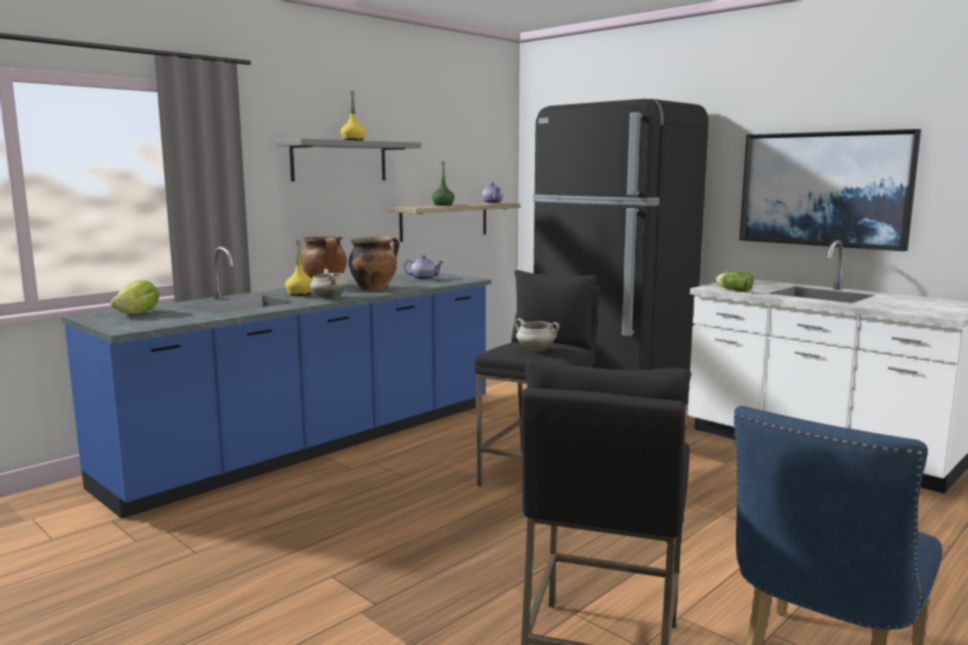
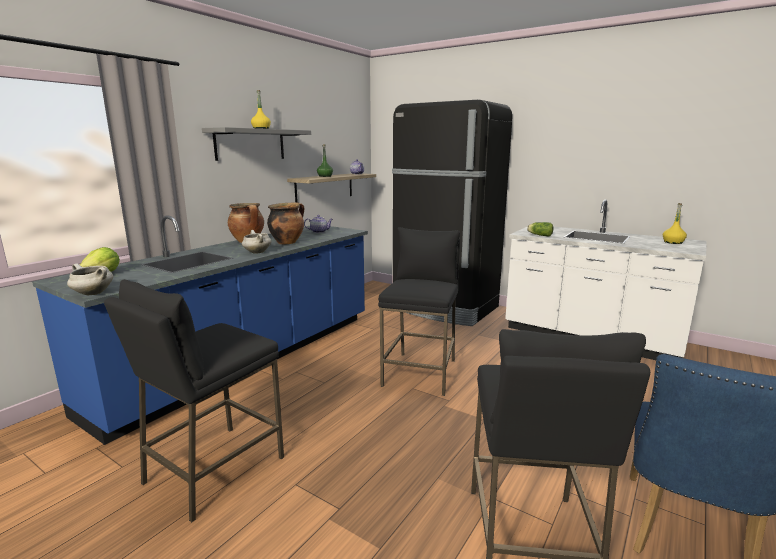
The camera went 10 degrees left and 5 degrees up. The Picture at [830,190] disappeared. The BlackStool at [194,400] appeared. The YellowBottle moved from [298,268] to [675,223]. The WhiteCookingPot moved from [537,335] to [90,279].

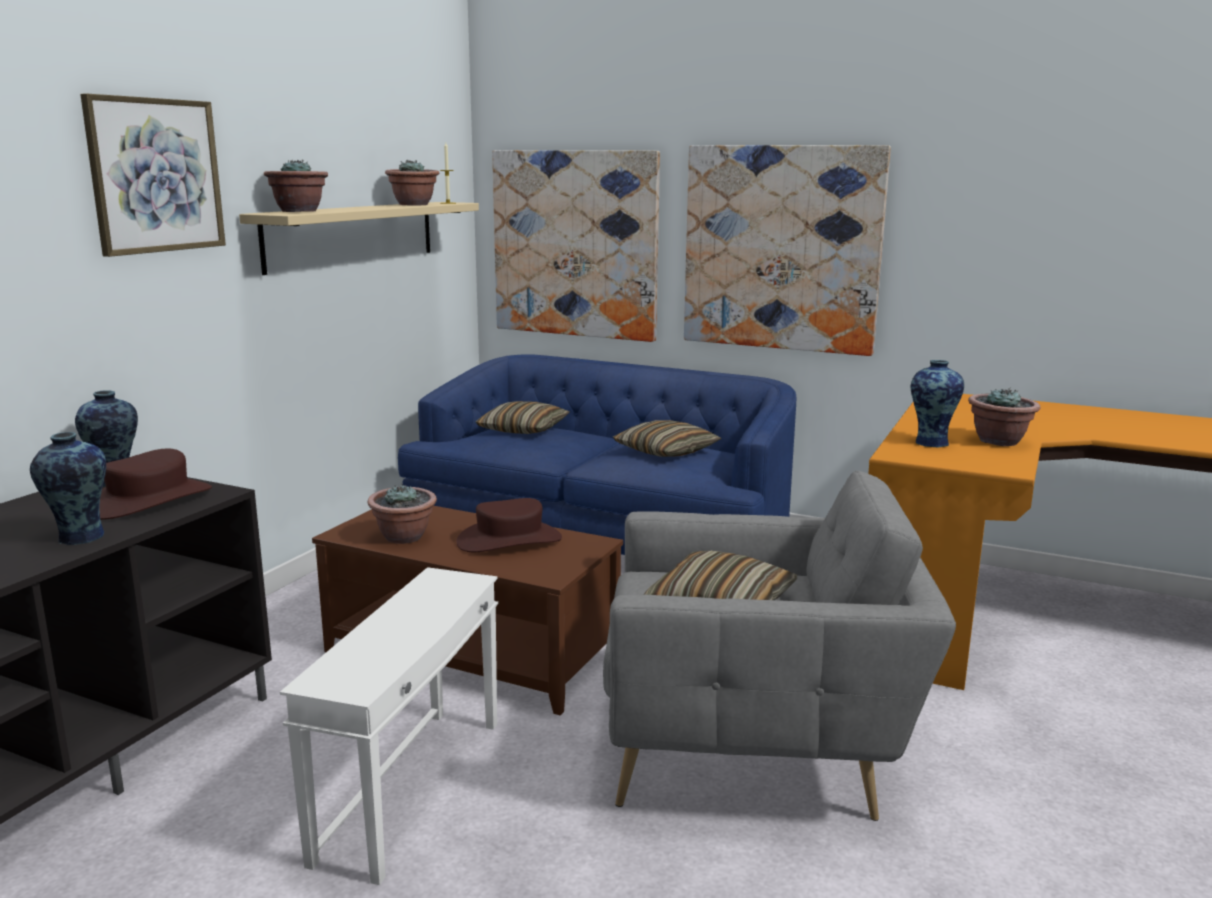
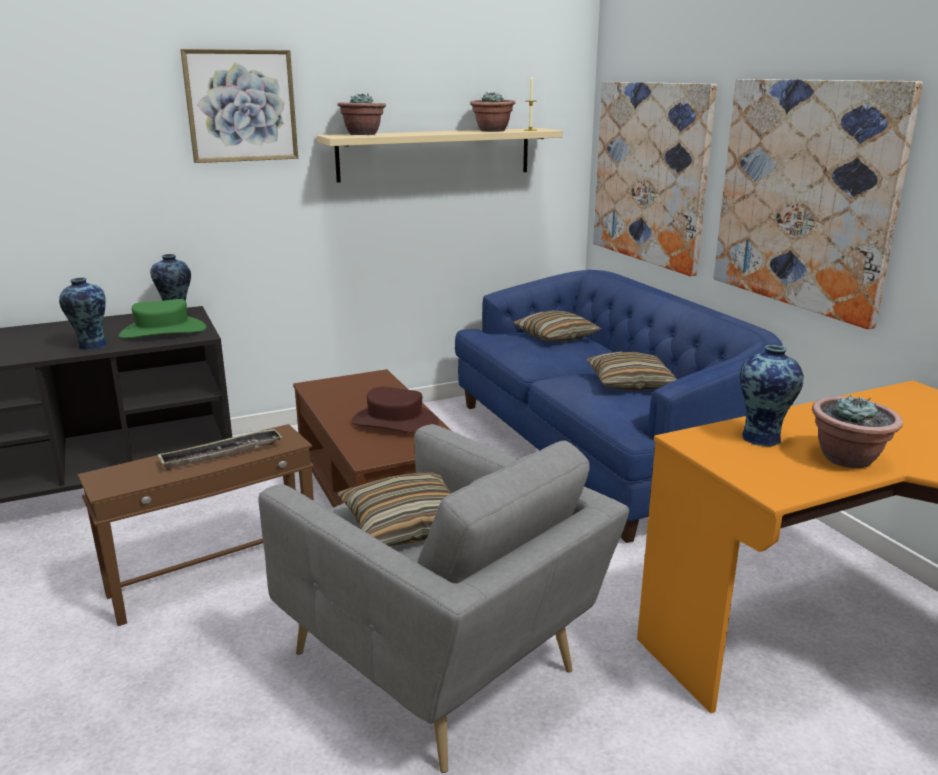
The camera went 40 degrees right and 5 degrees up. The PottedPlant at [402,514] disappeared. The Tray at [219,449] appeared. The BrownHat at [155,484] became the GreenHat at [162,319]. The WhiteSideTable at [389,726] became the BrownSideTable at [196,525].

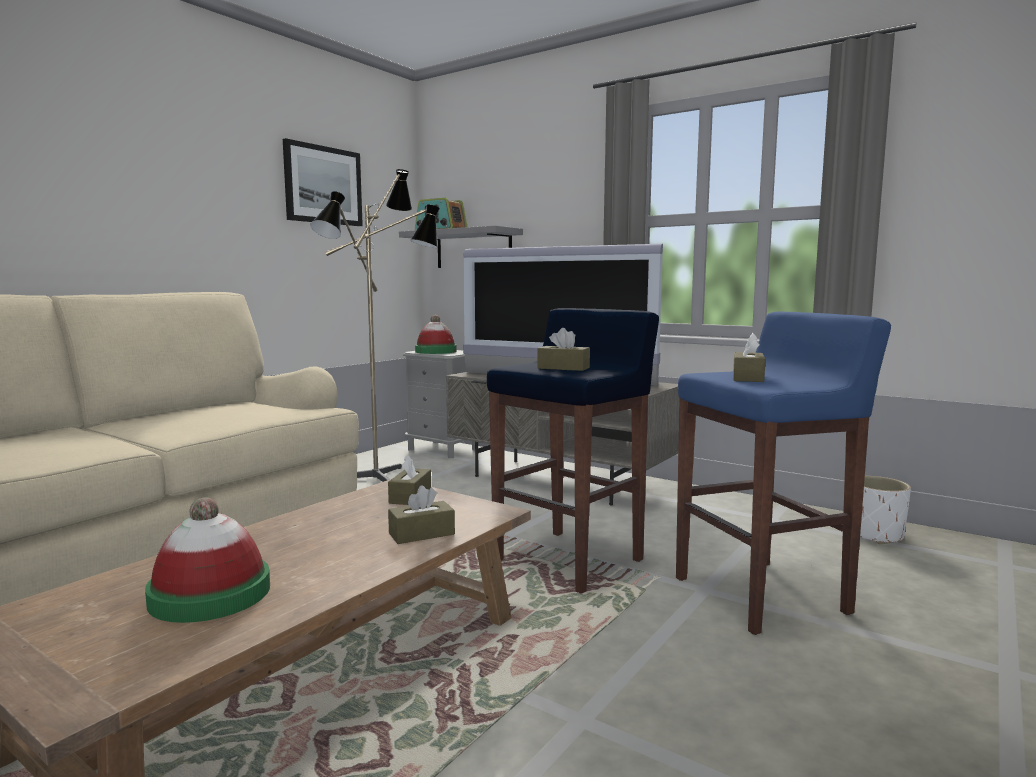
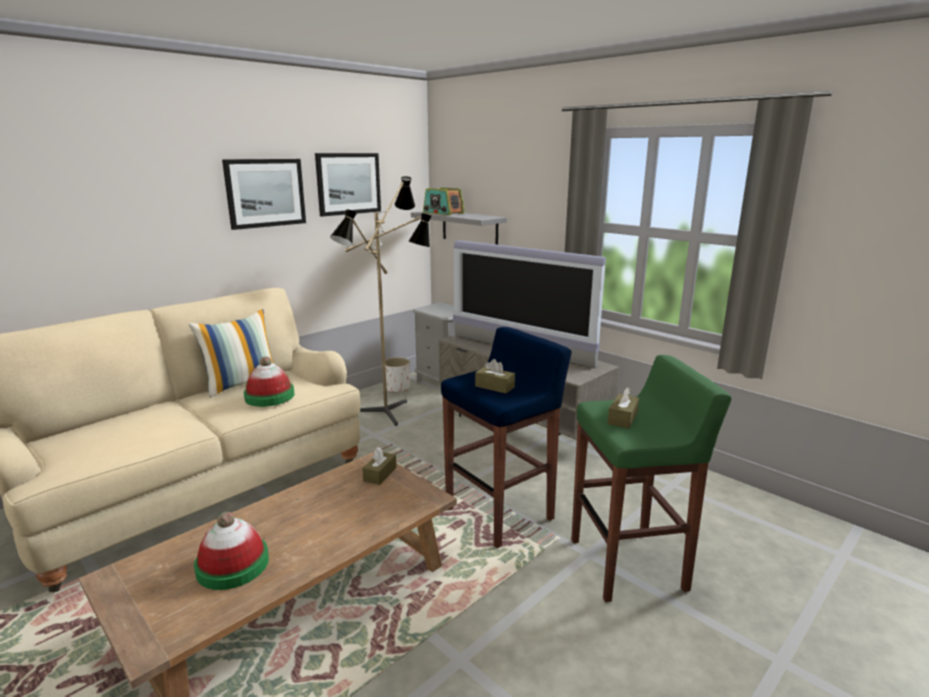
The camera went 10 degrees right and 10 degrees up. The BrownTissueBox at [421,514] disappeared. The Pillow at [231,353] appeared. The Picture at [264,194] appeared. The Hat moved from [436,334] to [269,381]. The WhitePlanter moved from [885,510] to [397,375]. The BlueStool at [783,473] became the GreenStool at [651,478].

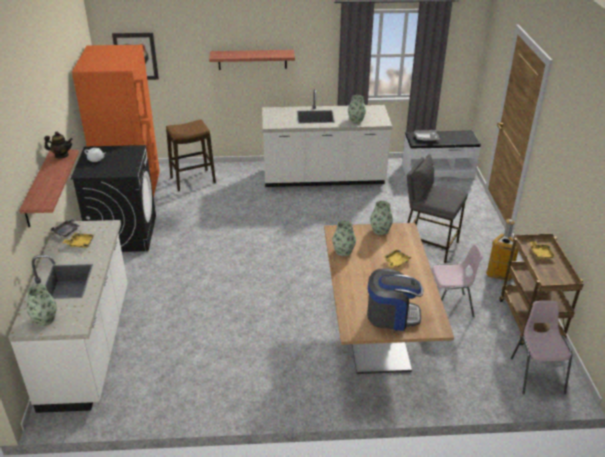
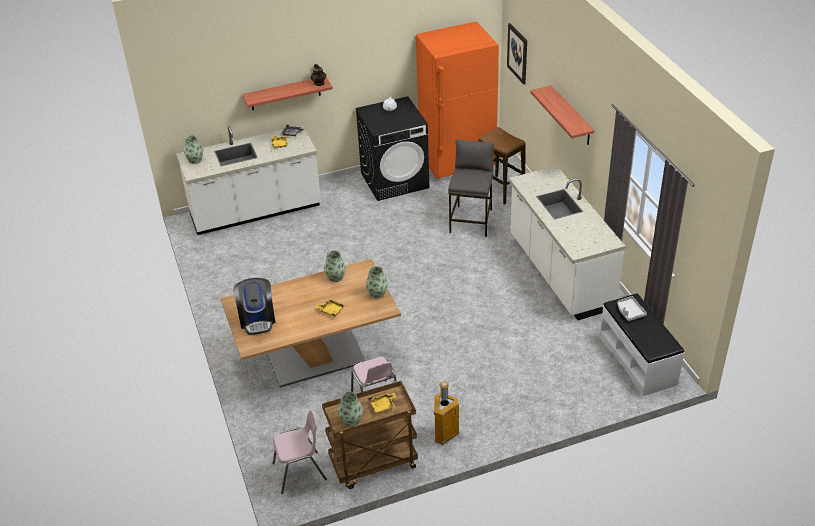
The camera went 75 degrees right and 5 degrees up. The Vase moved from [357,109] to [350,409]. The GreyStool moved from [437,208] to [471,188].

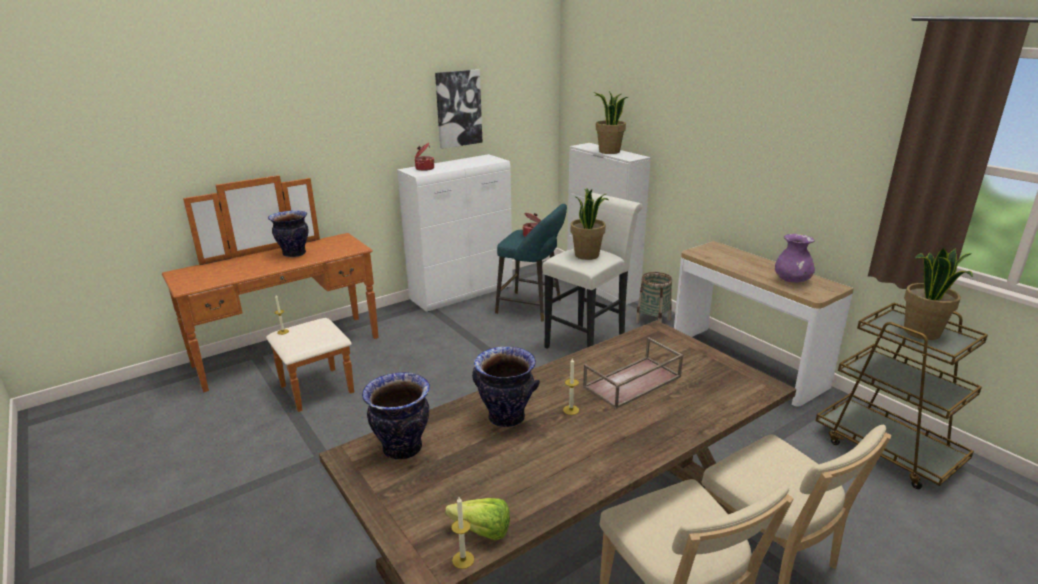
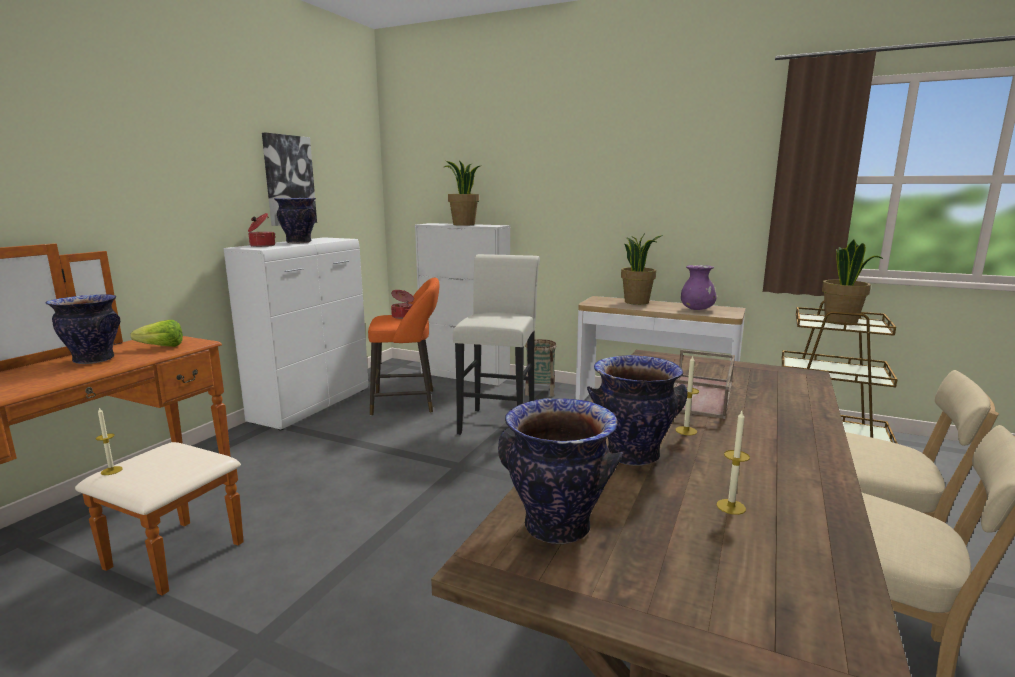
The camera went 30 degrees left and 10 degrees down. The Vase at [295,220] appeared. The Lettuce moved from [477,519] to [157,333]. The Candle moved from [462,533] to [733,463]. The PottedPlant moved from [590,224] to [642,269]. The TurquoiseStool at [531,263] became the OrangeStool at [403,346].

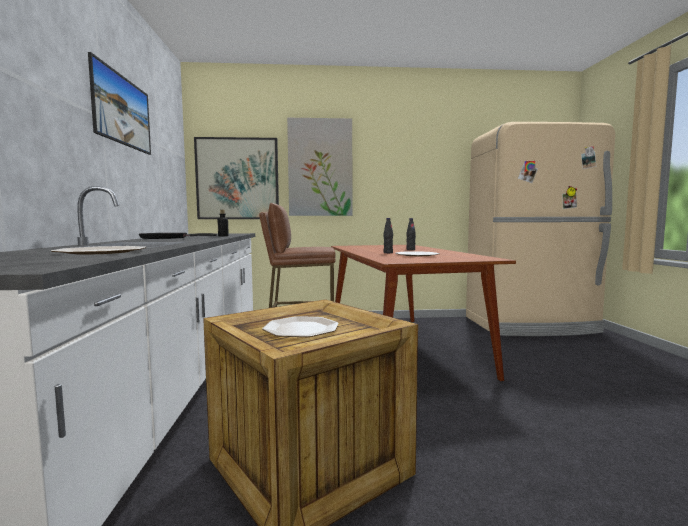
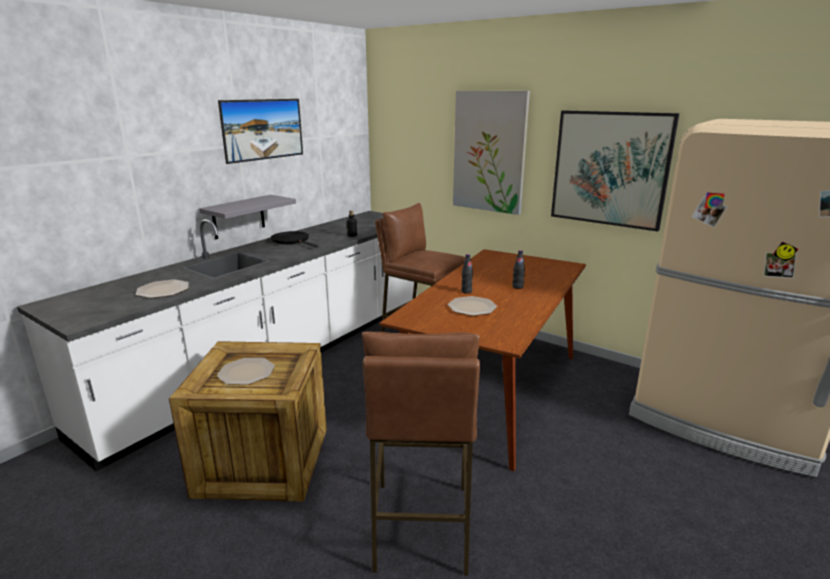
The camera went 40 degrees right and 15 degrees up. The GreyShelf at [247,217] appeared. The BrownStool at [420,453] appeared. The Picture moved from [236,178] to [615,170].

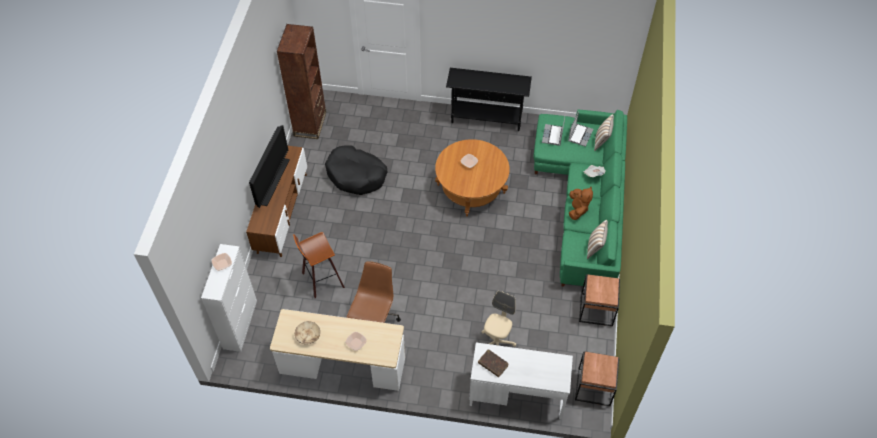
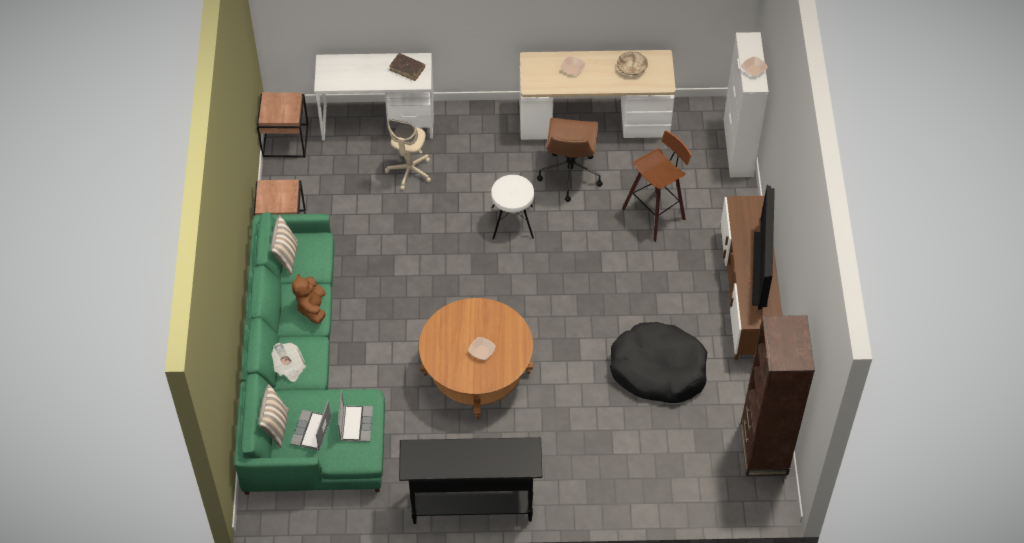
The camera went 170 degrees right and 0 degrees up. The WhiteStool at [512,207] appeared.

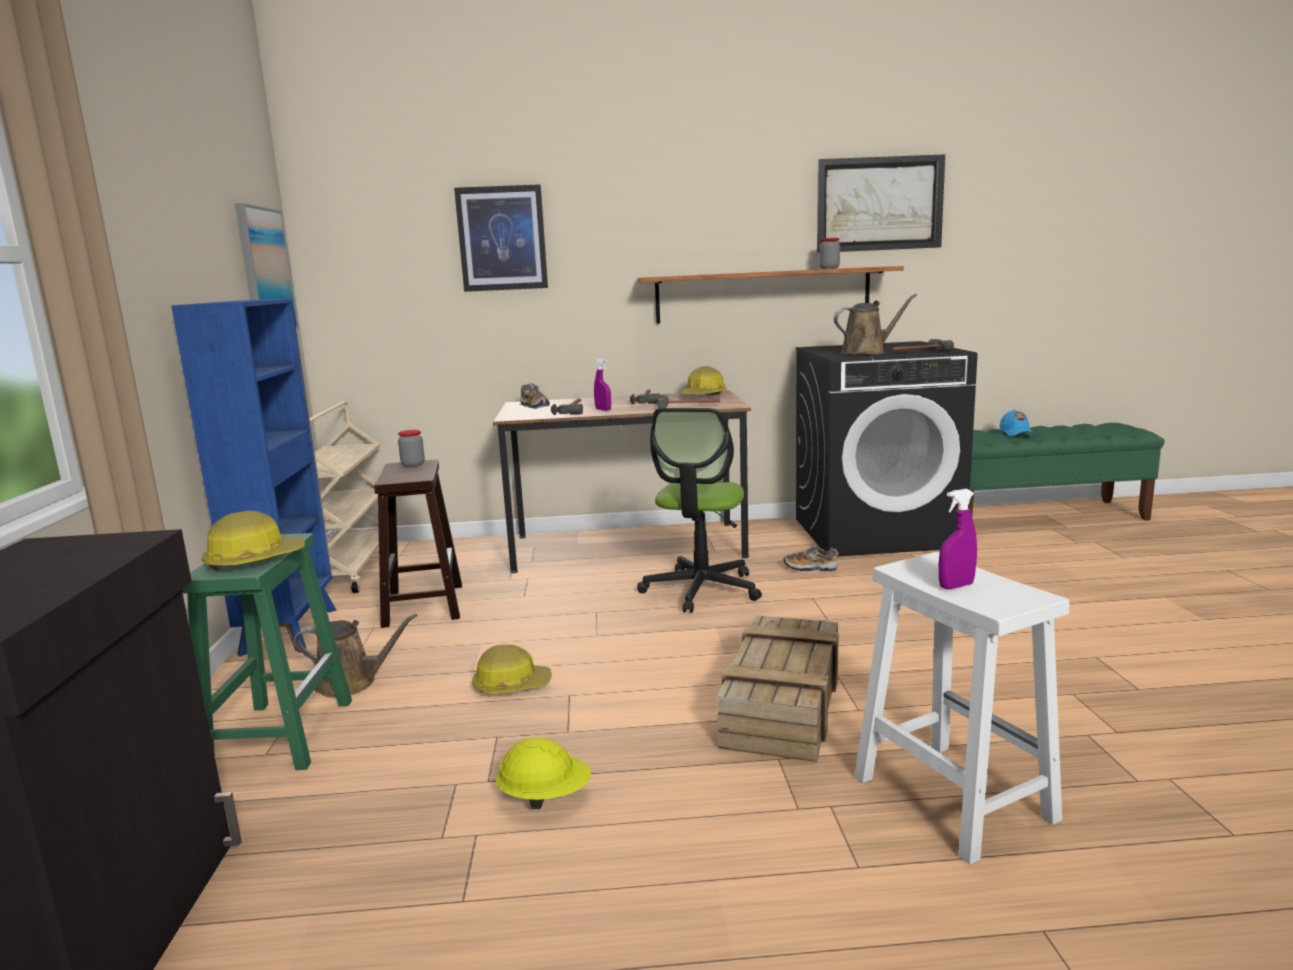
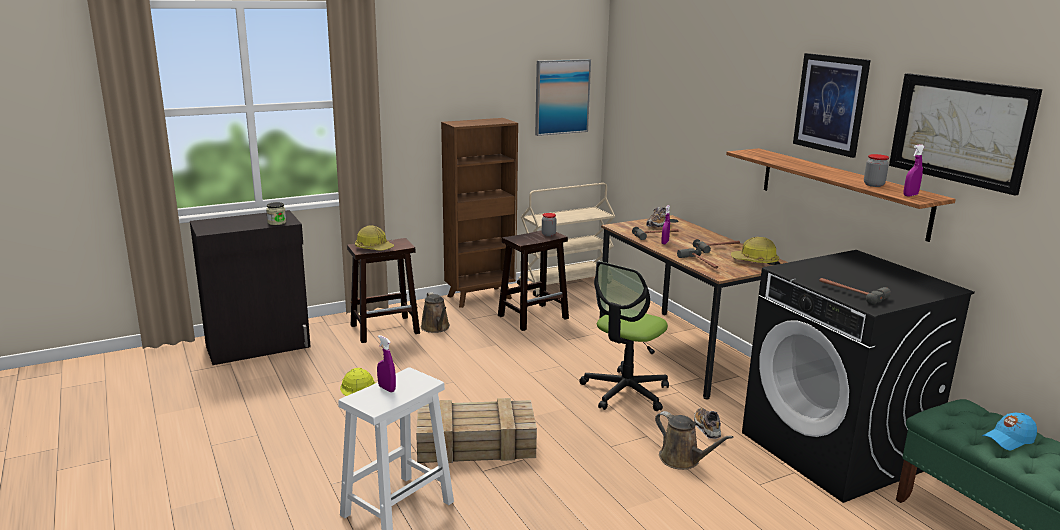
The camera went 65 degrees right and 5 degrees up. The HardHat at [512,669] disappeared. The Jar at [276,213] appeared. The PurpleSprayBottle at [914,170] appeared. The Picture moved from [501,238] to [832,105]. The BrownWateringCan moved from [875,324] to [694,440]. The BlueBookcase at [253,477] became the BrownBookcase at [479,213]. The GreenStool at [267,651] became the BrownStool at [383,290]. The OfficeChair at [699,510] turned 45 degrees counterclockwise.

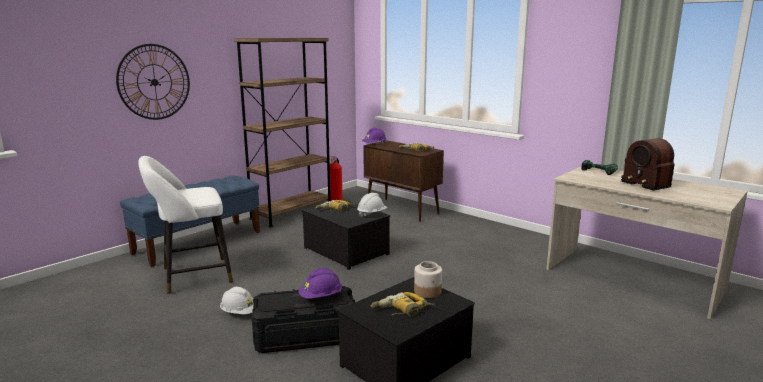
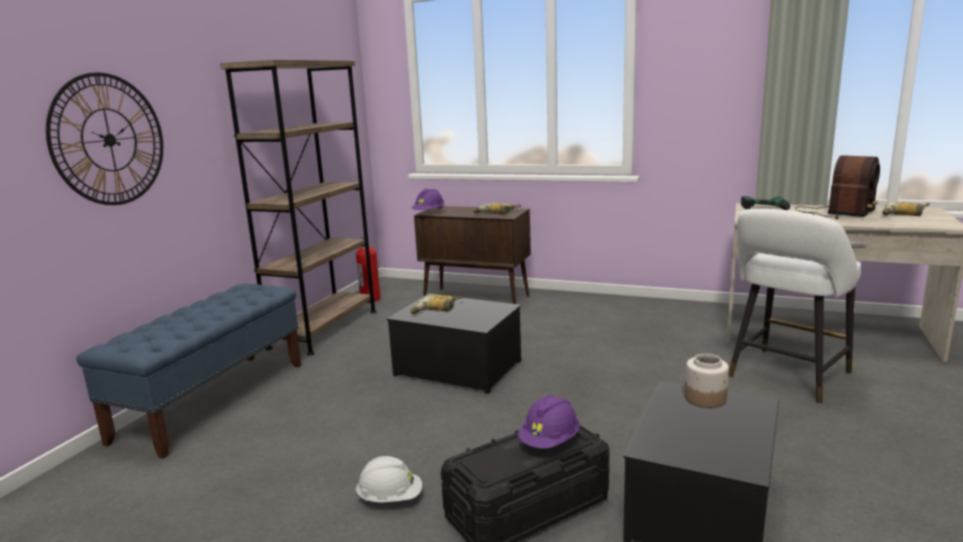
The camera went 20 degrees left and 0 degrees up. The WhiteHardHat at [372,205] disappeared. The WhiteStool moved from [185,225] to [794,306]. The PowerDrill moved from [403,304] to [906,209]. The Radio at [648,164] turned 90 degrees counterclockwise.

